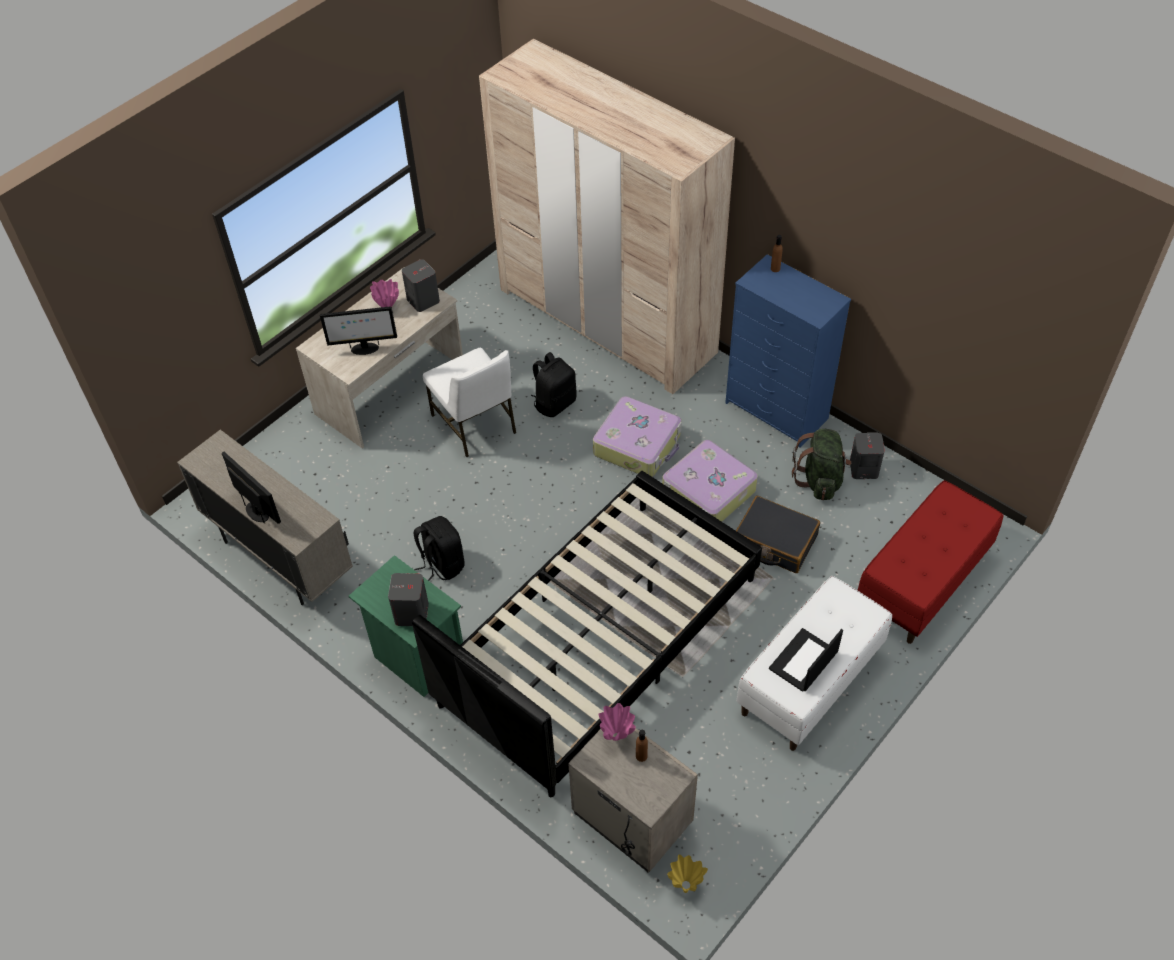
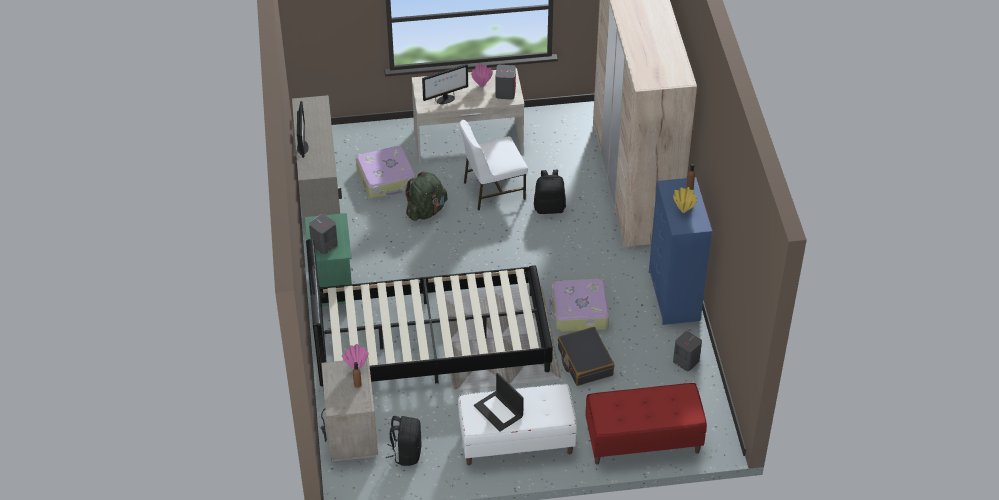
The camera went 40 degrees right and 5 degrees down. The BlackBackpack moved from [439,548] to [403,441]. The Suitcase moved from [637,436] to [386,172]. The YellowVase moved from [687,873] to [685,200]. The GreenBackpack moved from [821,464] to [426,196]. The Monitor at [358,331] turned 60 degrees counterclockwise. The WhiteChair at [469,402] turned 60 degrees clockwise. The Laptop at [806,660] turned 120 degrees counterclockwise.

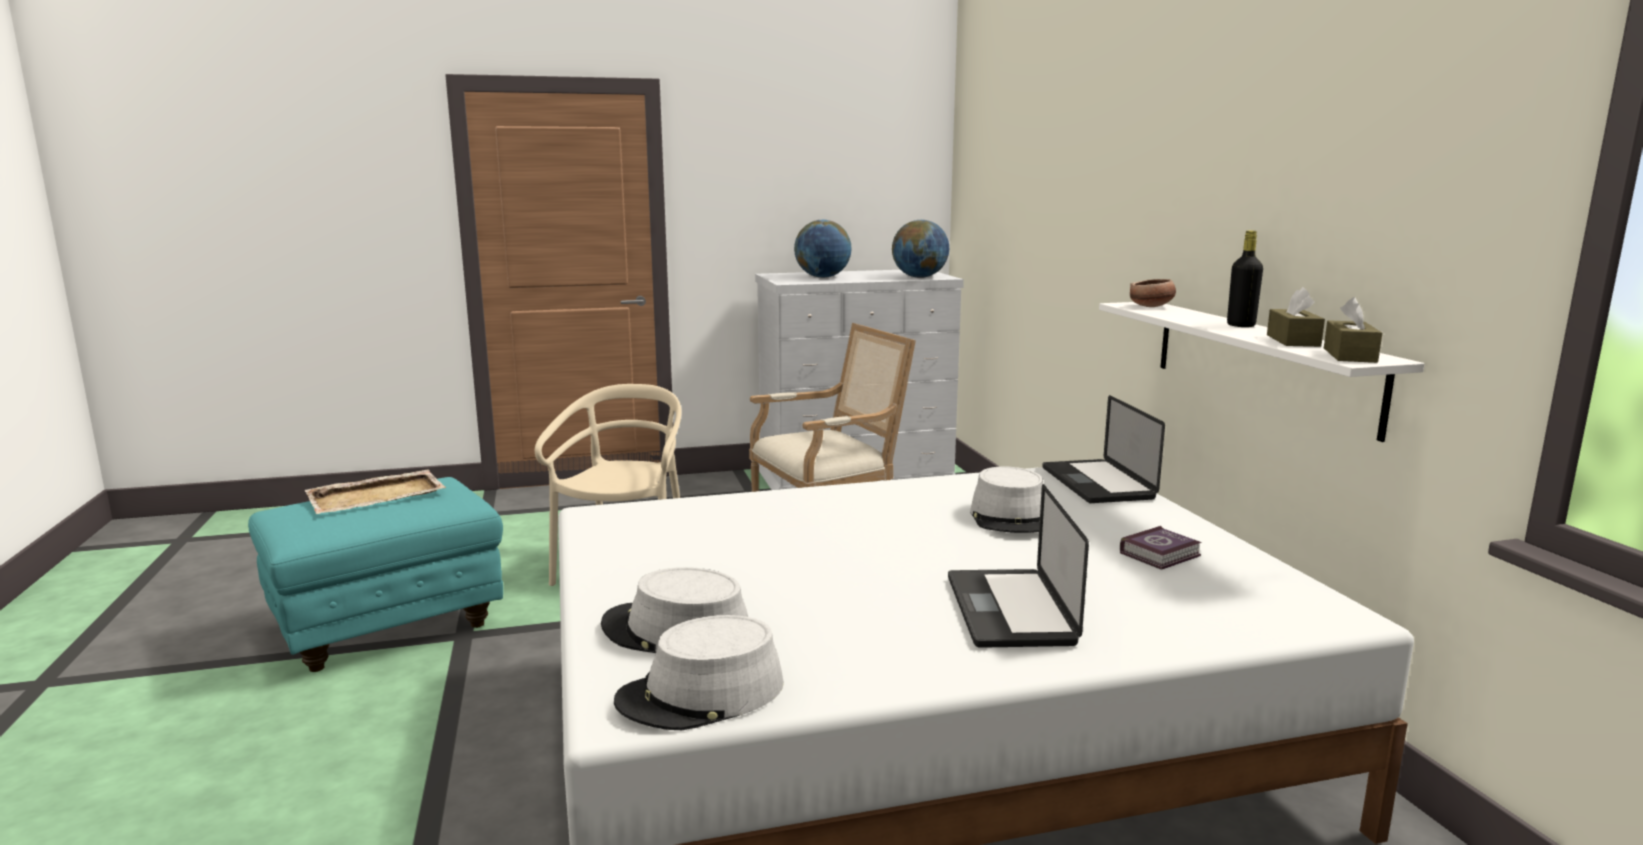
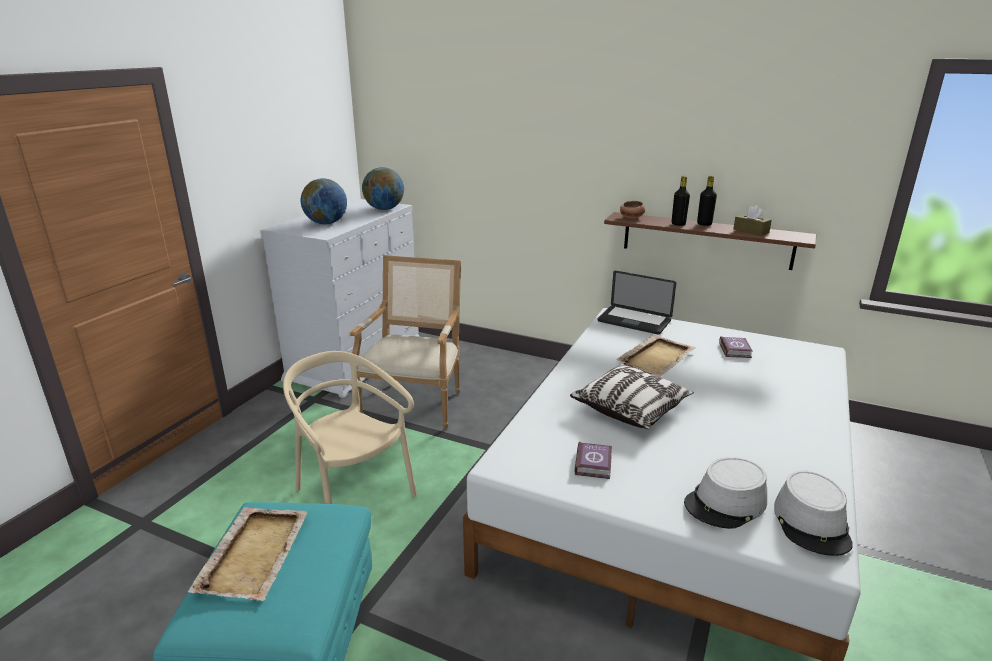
The camera went 50 degrees left and 10 degrees up. The Laptop at [1018,566] disappeared. The BrownTissueBox at [1353,330] disappeared. The Pillow at [632,396] appeared. The Book at [593,460] appeared. The BlackBottle at [681,201] appeared. The GreyHat at [1006,499] was replaced by the BeigeTray at [655,355]. The WhiteShelf at [1262,372] became the BrownShelf at [710,241].

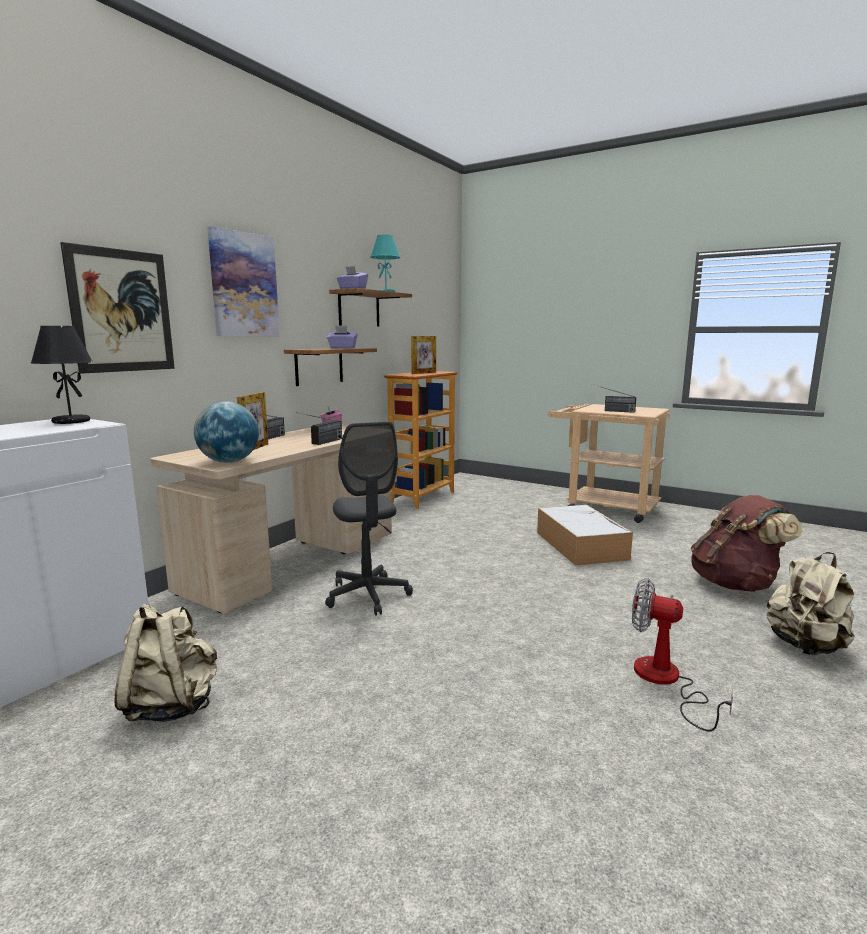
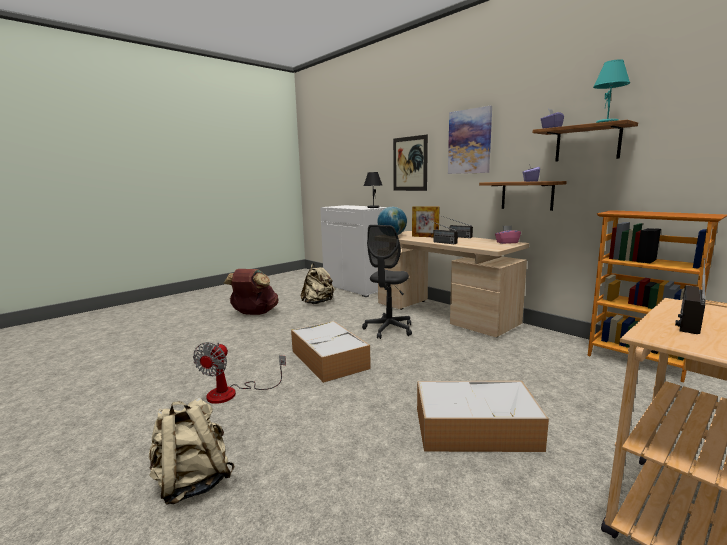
The camera went 105 degrees right and 0 degrees up. The PictureFrame at [423,355] disappeared. The StorageBox at [331,352] appeared. The BrownBackpack moved from [747,543] to [251,292]. The GreyOfficeChair at [369,518] turned 60 degrees counterclockwise. The Fan at [682,654] turned 150 degrees clockwise.

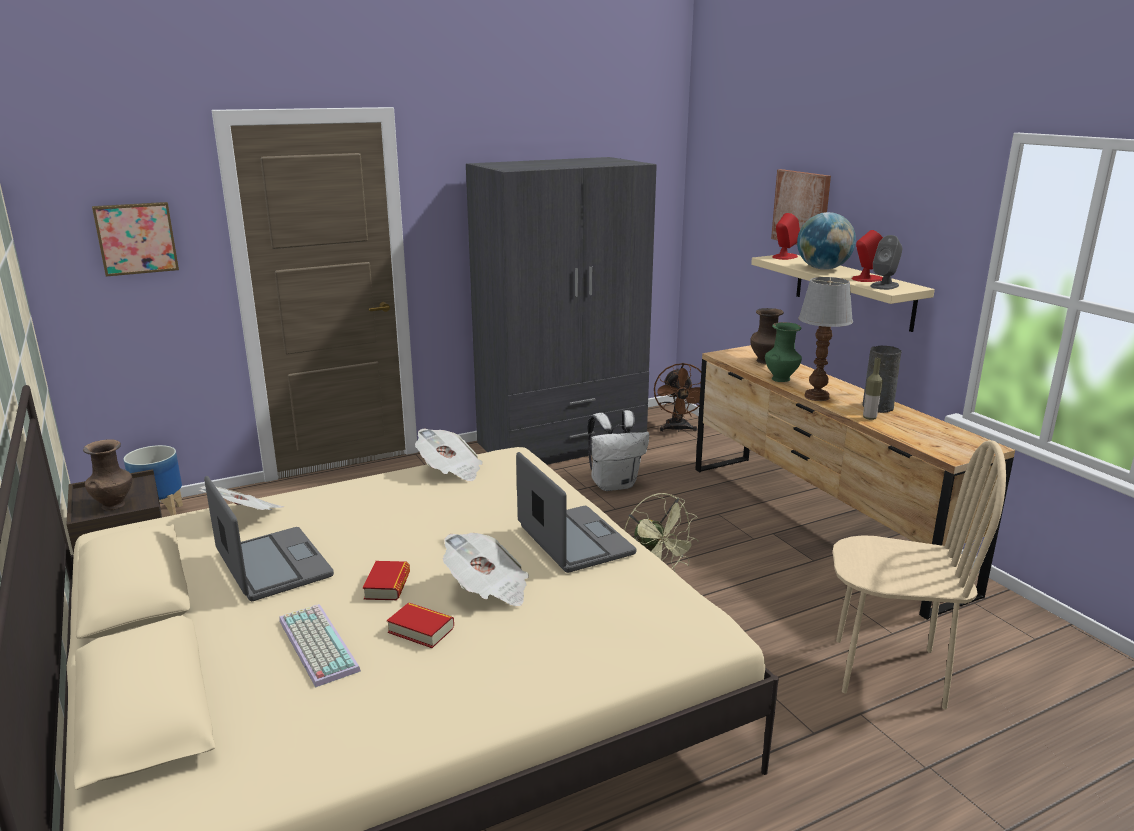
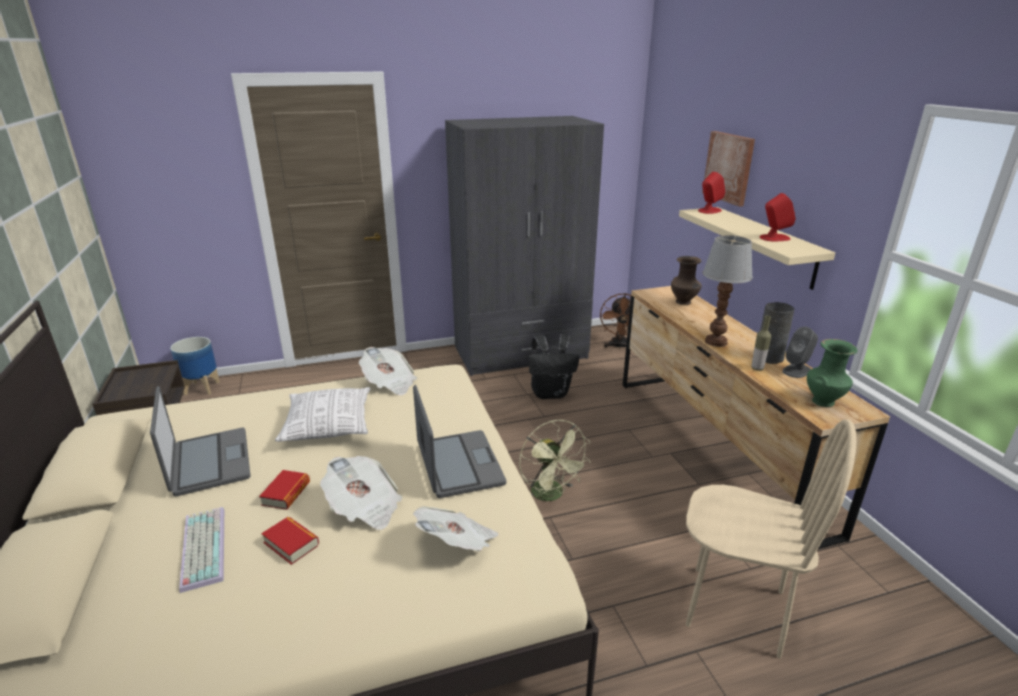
The camera went 10 degrees right and 5 degrees up. The BrownVase at [107,475] disappeared. The Picture at [135,239] disappeared. The Globe at [826,241] disappeared. The Pillow at [322,414] appeared. The Newspaper moved from [241,498] to [456,529]. The GreenVase moved from [783,352] to [832,373]. The GreySpeaker moved from [886,262] to [800,352]. The WhiteBackpack at [618,450] became the BlackBackpack at [554,366].

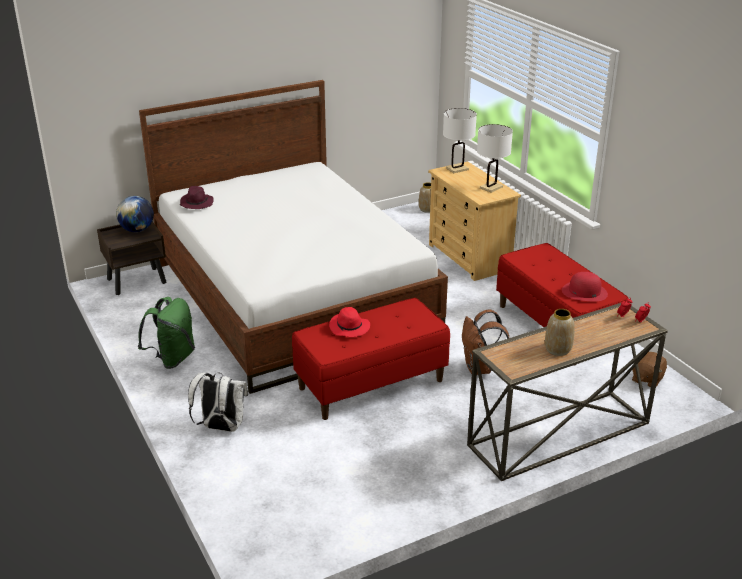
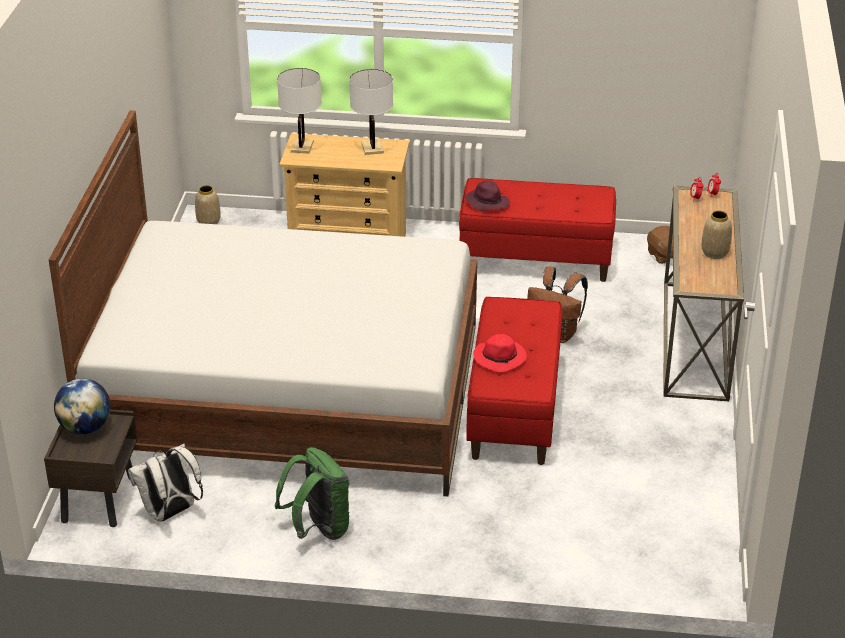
The camera went 55 degrees left and 5 degrees up. The RedHat at [585,286] disappeared. The PurpleHat moved from [197,197] to [487,196]. The WhiteBackpack moved from [218,402] to [165,483].

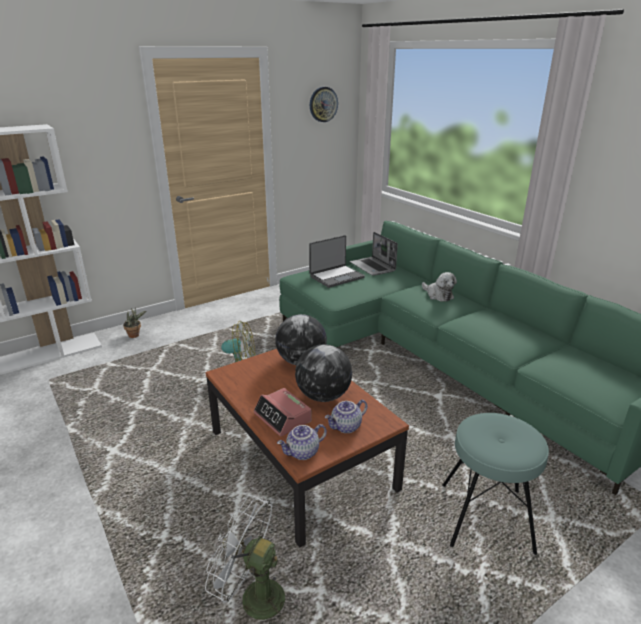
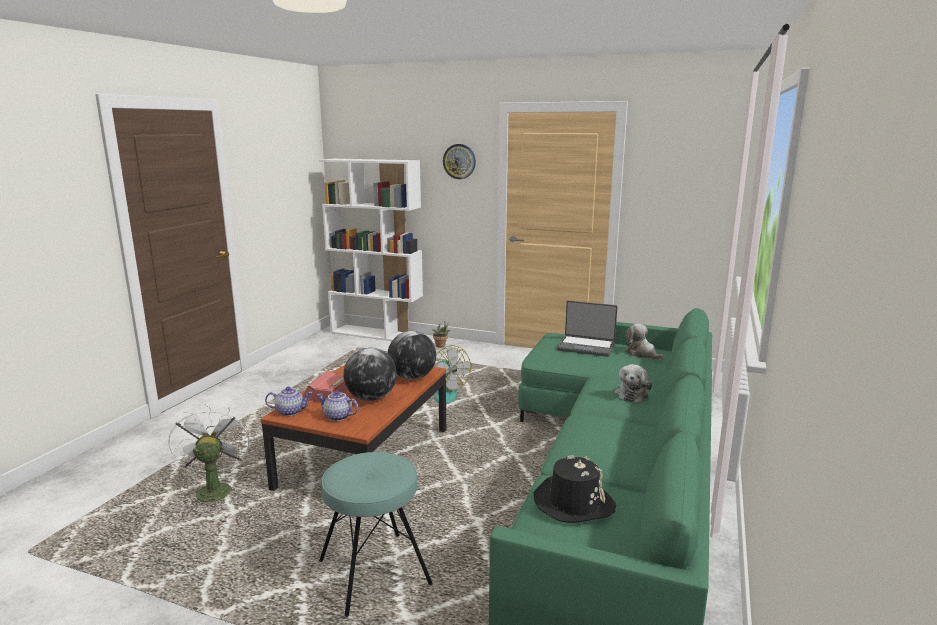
The camera went 55 degrees right and 10 degrees down. The BlackHat at [575,489] appeared. The WallClock moved from [324,104] to [459,161]. The Laptop at [374,254] was replaced by the PlushToy at [644,342]. The Teapot at [302,442] turned 150 degrees clockwise.

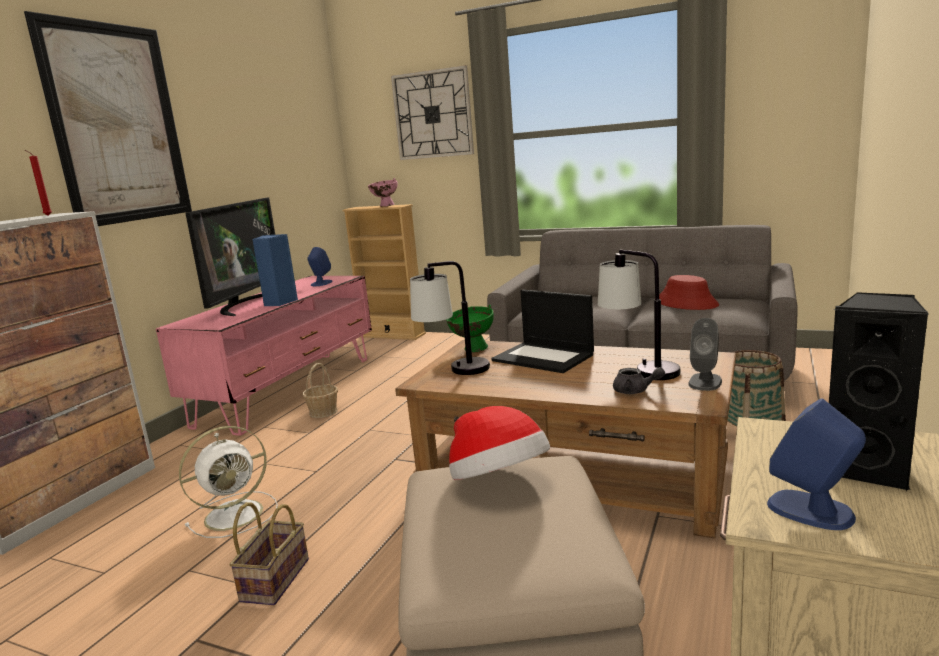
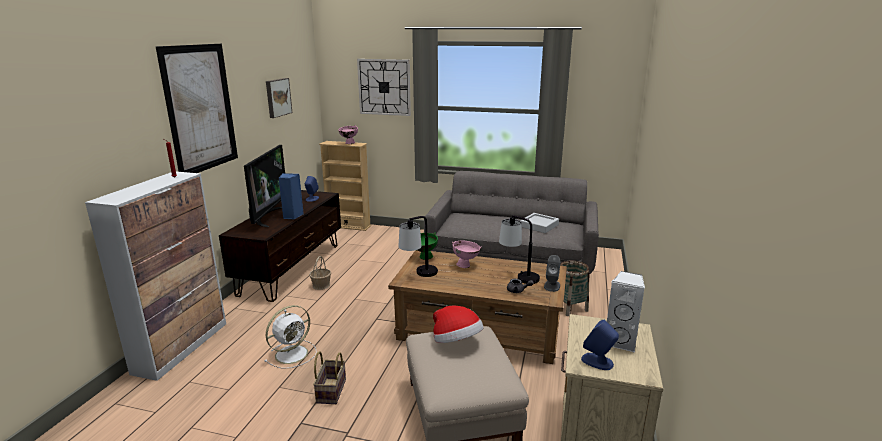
The camera went 10 degrees left and 5 degrees up. The Picture at [279,98] appeared. The Laptop at [542,331] was replaced by the PinkBowl at [467,254]. The RedHat at [689,292] was replaced by the GreyTray at [539,223]. The PinkTvStand at [264,356] became the BrownTvStand at [280,246]. The BlackSpeaker at [879,391] became the WhiteSpeaker at [626,311].

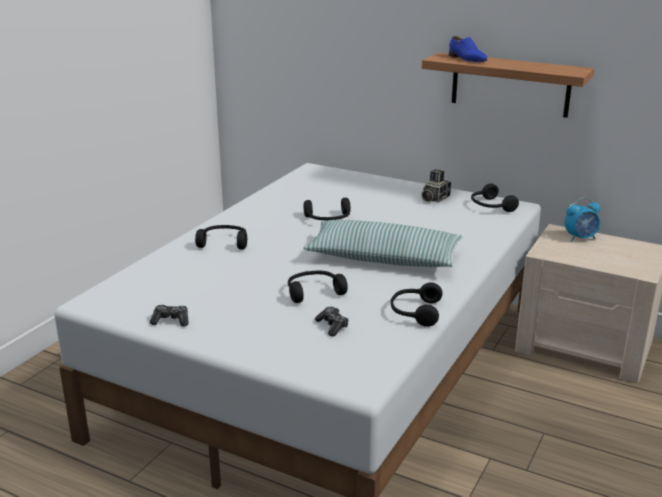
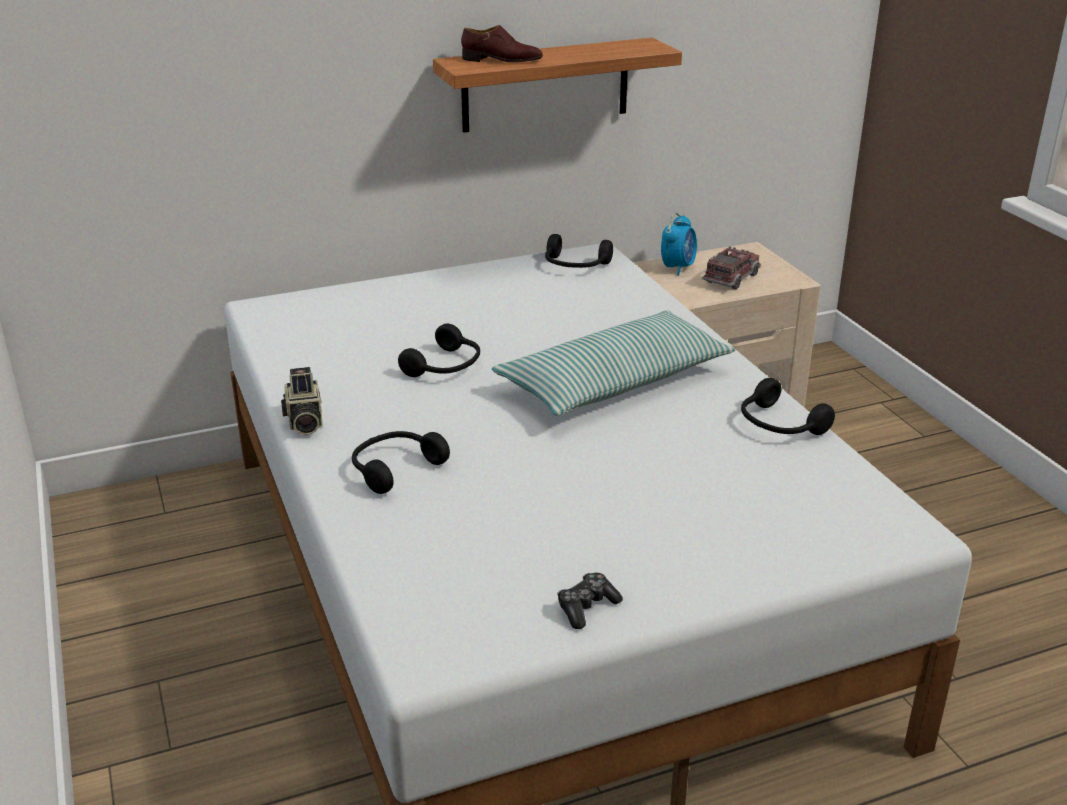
The camera went 50 degrees left and 5 degrees up. The BlackHeadphones at [318,287] disappeared. The GameController at [332,321] disappeared. The ToyTruck at [731,268] appeared. The PhotoCamera moved from [436,186] to [302,401]. The BlueShoe at [468,49] became the BrownShoe at [502,43].

